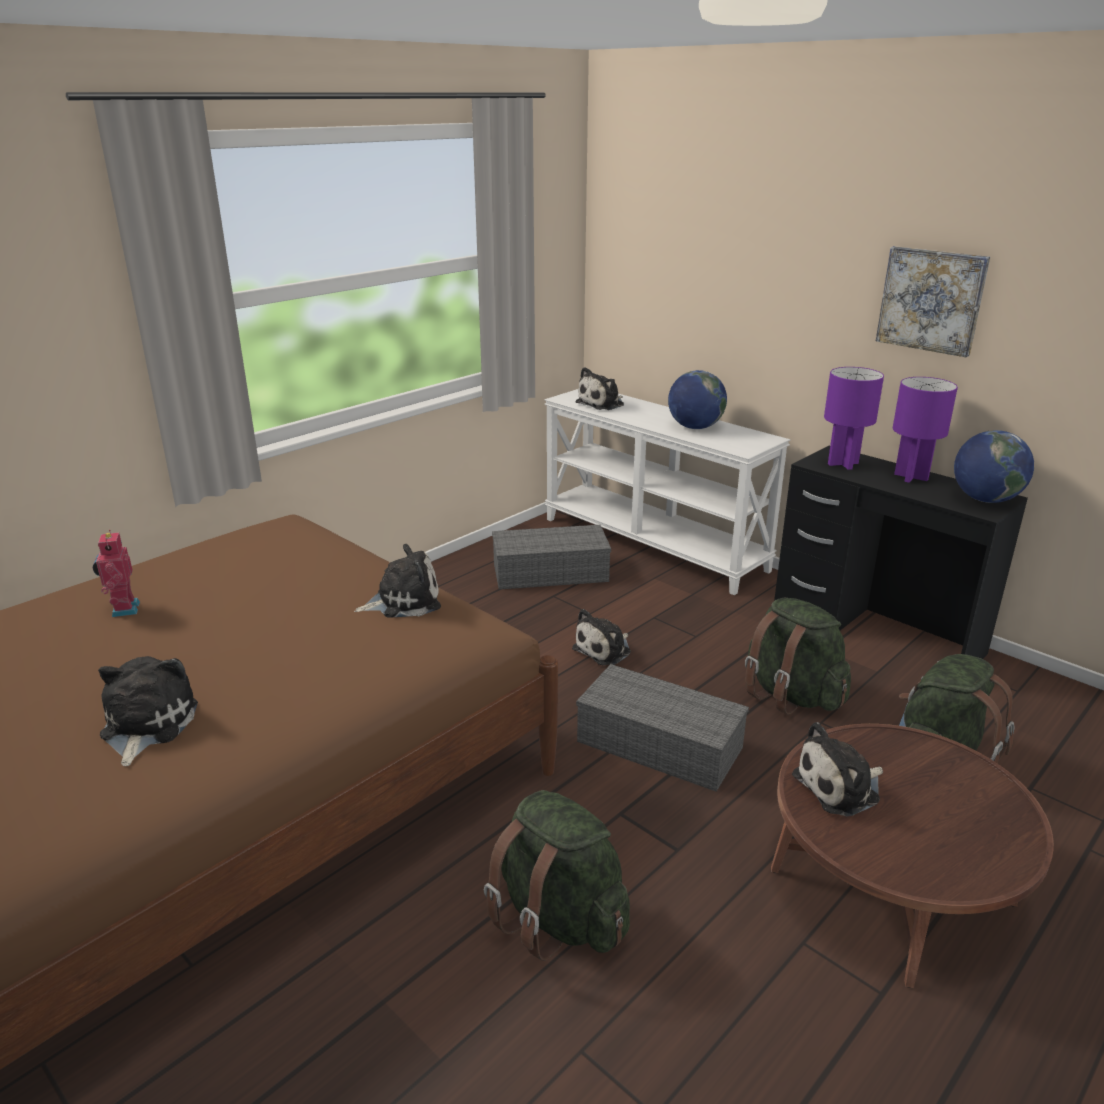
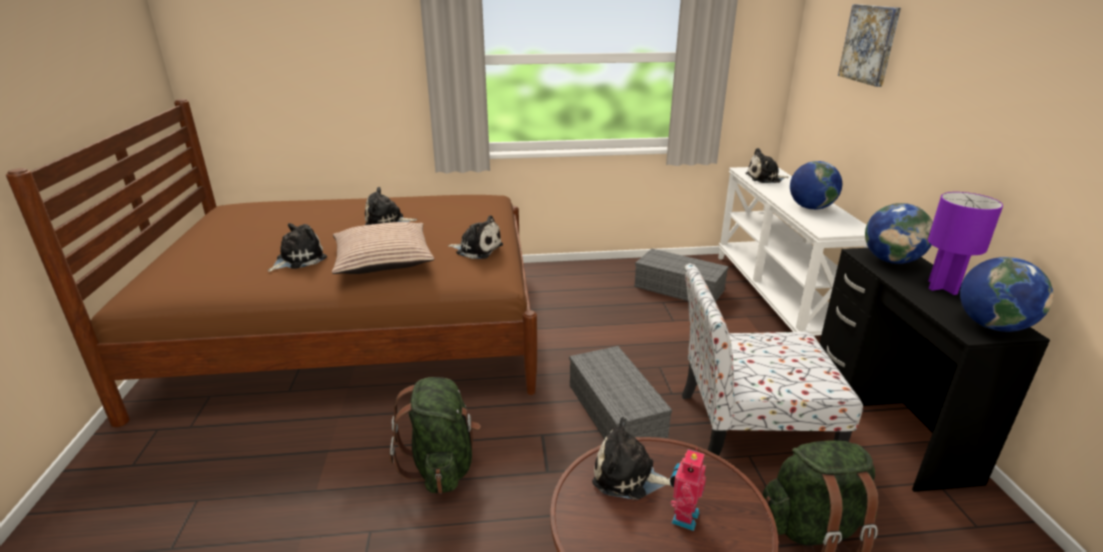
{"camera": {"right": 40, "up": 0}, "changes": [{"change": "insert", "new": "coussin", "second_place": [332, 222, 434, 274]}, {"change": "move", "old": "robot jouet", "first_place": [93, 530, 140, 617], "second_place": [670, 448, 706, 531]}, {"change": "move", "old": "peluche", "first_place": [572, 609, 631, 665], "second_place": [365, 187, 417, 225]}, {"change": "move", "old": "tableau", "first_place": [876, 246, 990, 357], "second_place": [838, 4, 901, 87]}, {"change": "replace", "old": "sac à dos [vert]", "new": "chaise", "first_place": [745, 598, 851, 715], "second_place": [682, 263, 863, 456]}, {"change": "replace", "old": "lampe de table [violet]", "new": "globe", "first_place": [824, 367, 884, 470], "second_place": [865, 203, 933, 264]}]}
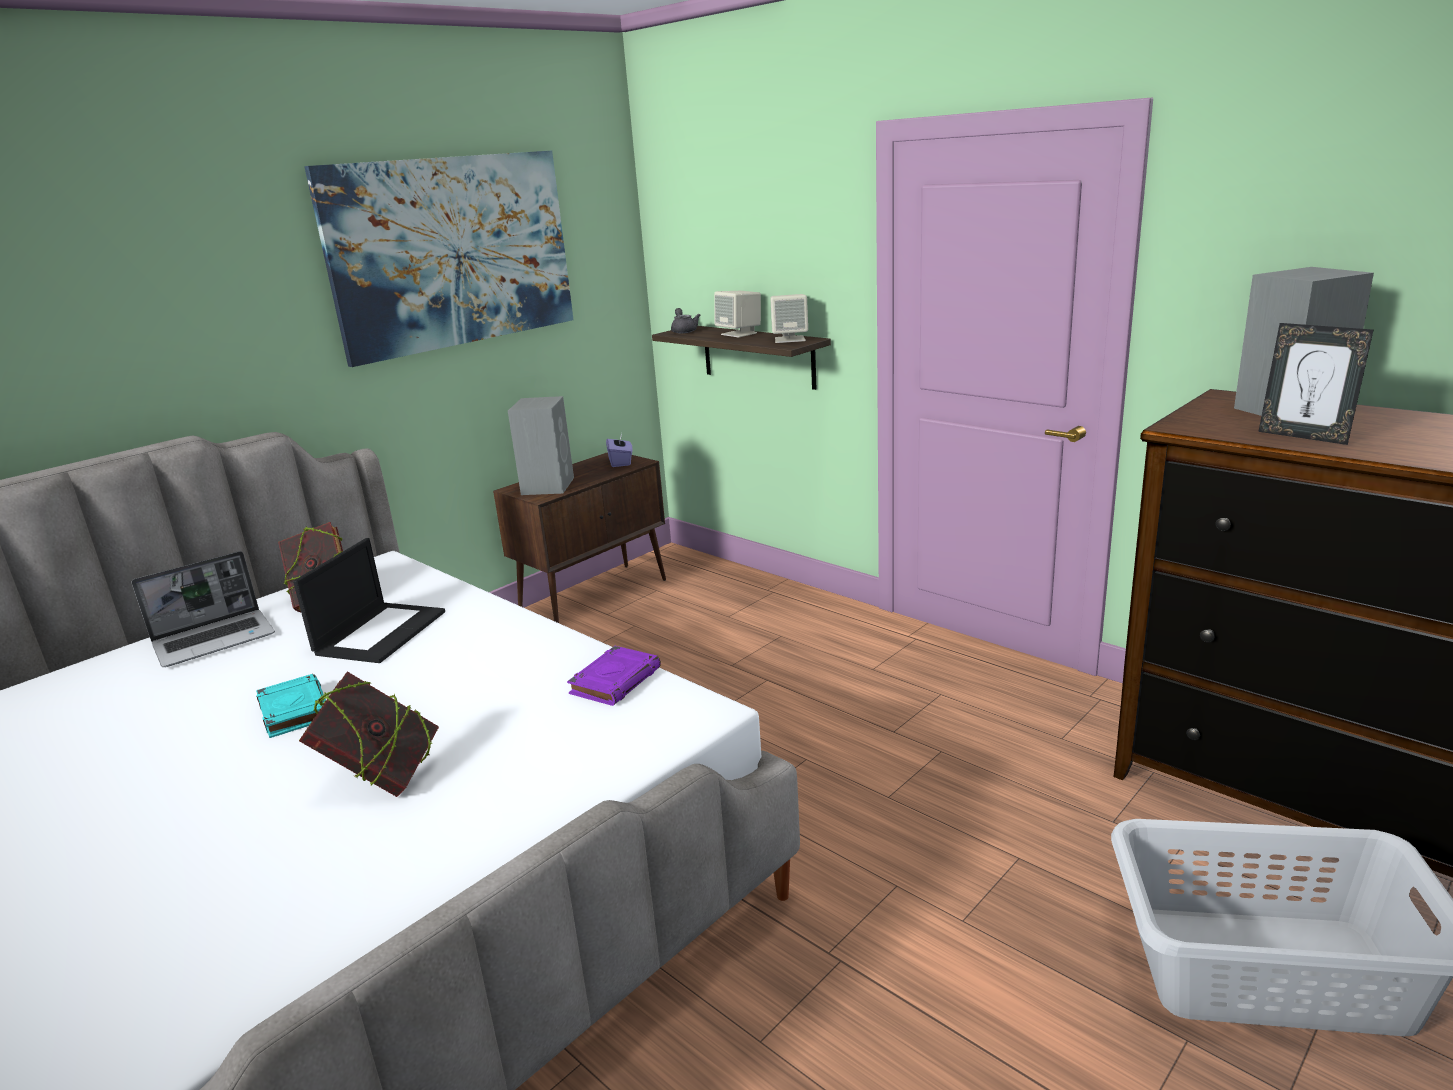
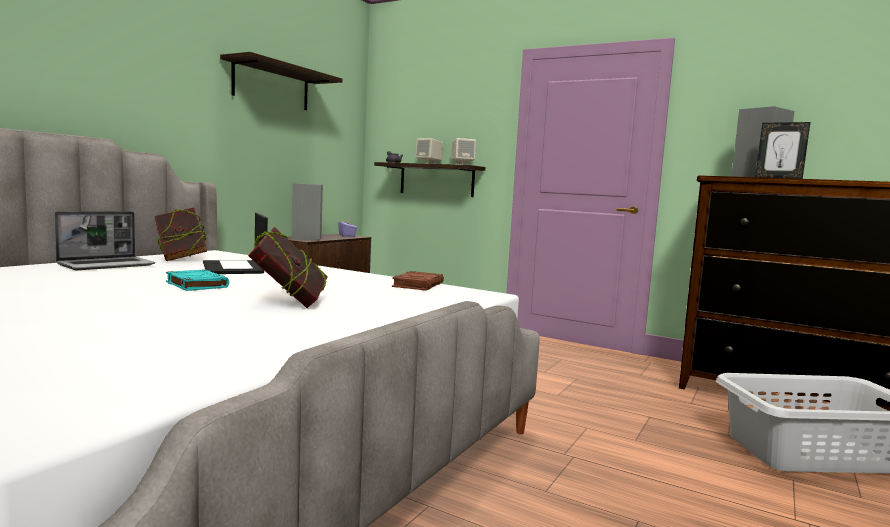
{"camera": {"right": -15, "up": -15}, "changes": [{"change": "replace", "old": "tableau", "new": "étagère", "first_place": [304, 150, 574, 367], "second_place": [220, 52, 343, 110]}, {"change": "recolor", "old": "livre [violet]", "new": "livre [marron]", "first_place": [567, 646, 661, 706], "second_place": [392, 271, 444, 290]}, {"change": "rotate", "old": "ordinateur portable", "first_place": [293, 538, 445, 663], "second_place": [203, 213, 268, 274], "degrees": 150}]}
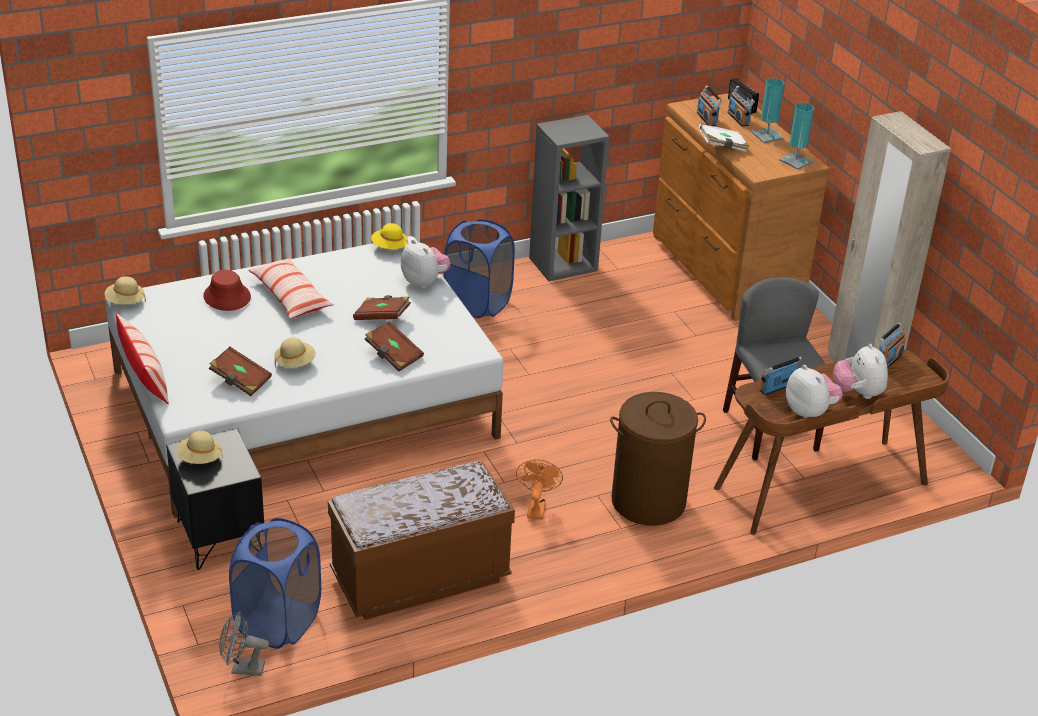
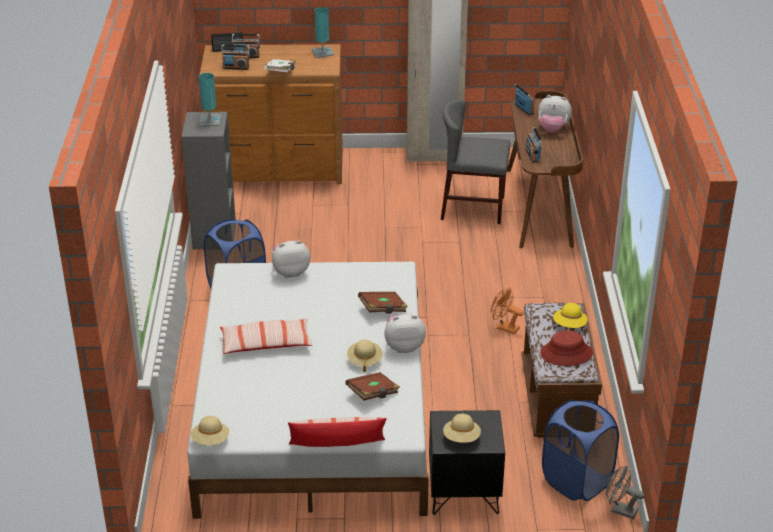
{"camera": {"right": -65, "up": 0}, "changes": [{"change": "delete", "old": "livre [marron]", "first_place": [353, 295, 411, 320]}, {"change": "delete", "old": "panier à linge [marron]", "first_place": [610, 392, 706, 526]}, {"change": "move", "old": "chapeau [rouge]", "first_place": [203, 270, 251, 311], "second_place": [540, 330, 593, 366]}, {"change": "move", "old": "chapeau [jaune]", "first_place": [371, 223, 408, 249], "second_place": [553, 303, 588, 328]}, {"change": "move", "old": "lampe de table [turquoise]", "first_place": [751, 78, 784, 143], "second_place": [199, 73, 221, 126]}, {"change": "move", "old": "peluche", "first_place": [786, 365, 843, 418], "second_place": [385, 314, 426, 353]}, {"change": "rotate", "old": "ventilateur [gris]", "first_place": [219, 612, 269, 676], "second_place": [606, 466, 645, 519], "degrees": 90}]}
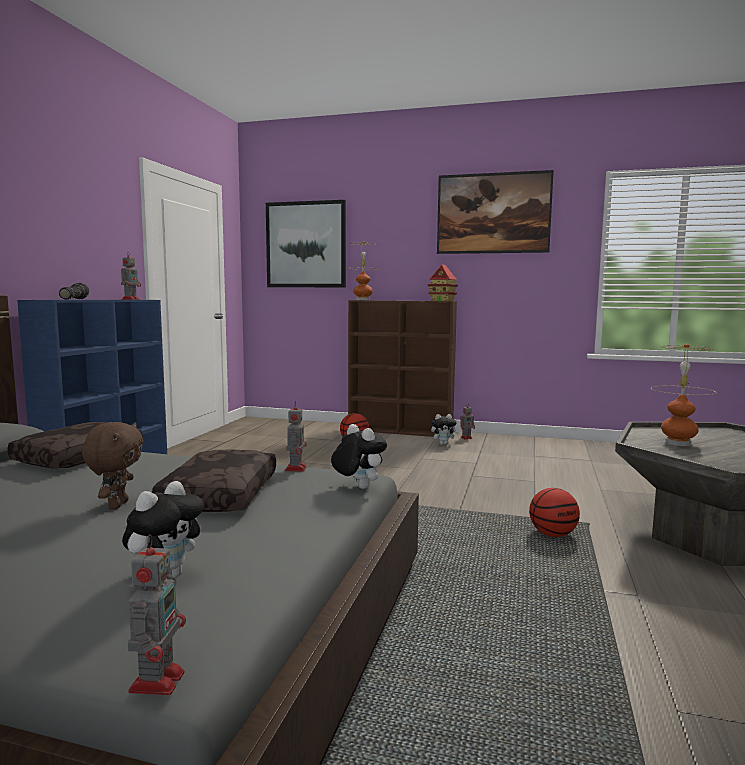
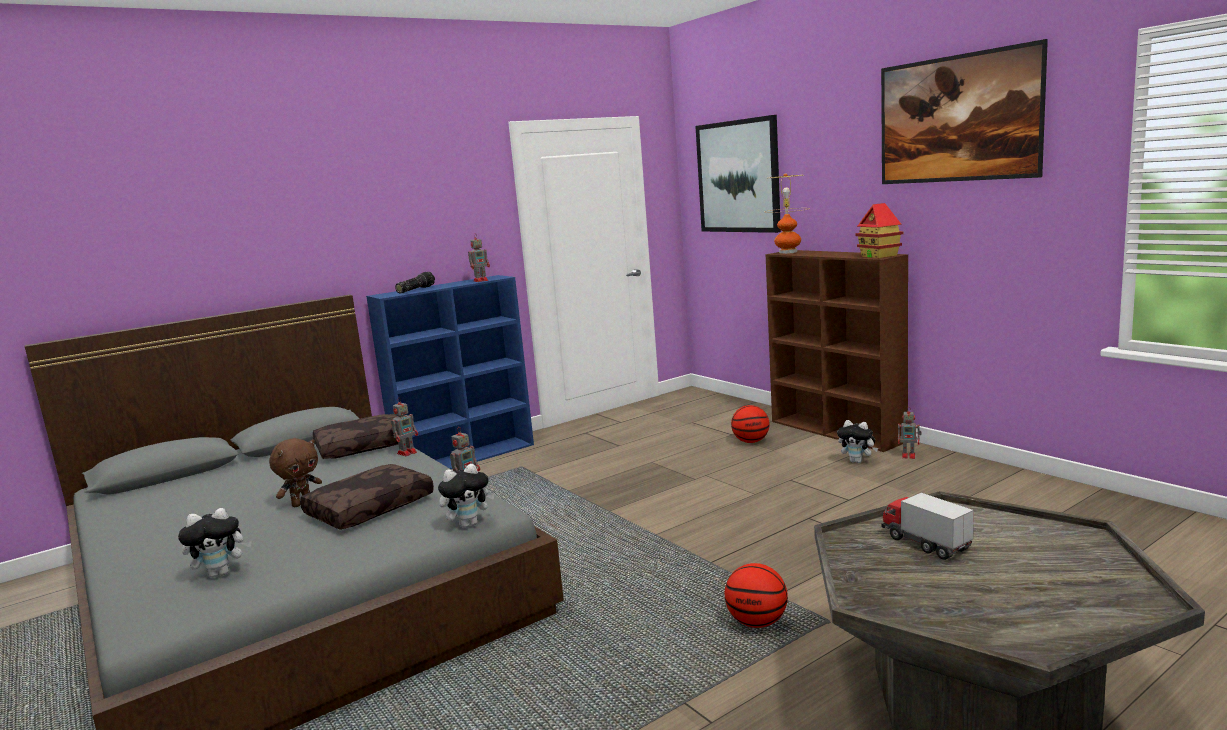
{"camera": {"right": 40, "up": 5}, "changes": [{"change": "move", "old": "robot jouet", "first_place": [128, 534, 186, 695], "second_place": [391, 397, 418, 456]}, {"change": "replace", "old": "lampe de table", "new": "camion jouet", "first_place": [651, 344, 716, 446], "second_place": [882, 493, 974, 560]}, {"change": "rotate", "old": "peluche", "first_place": [331, 424, 387, 489], "second_place": [438, 464, 495, 528], "degrees": 60}]}
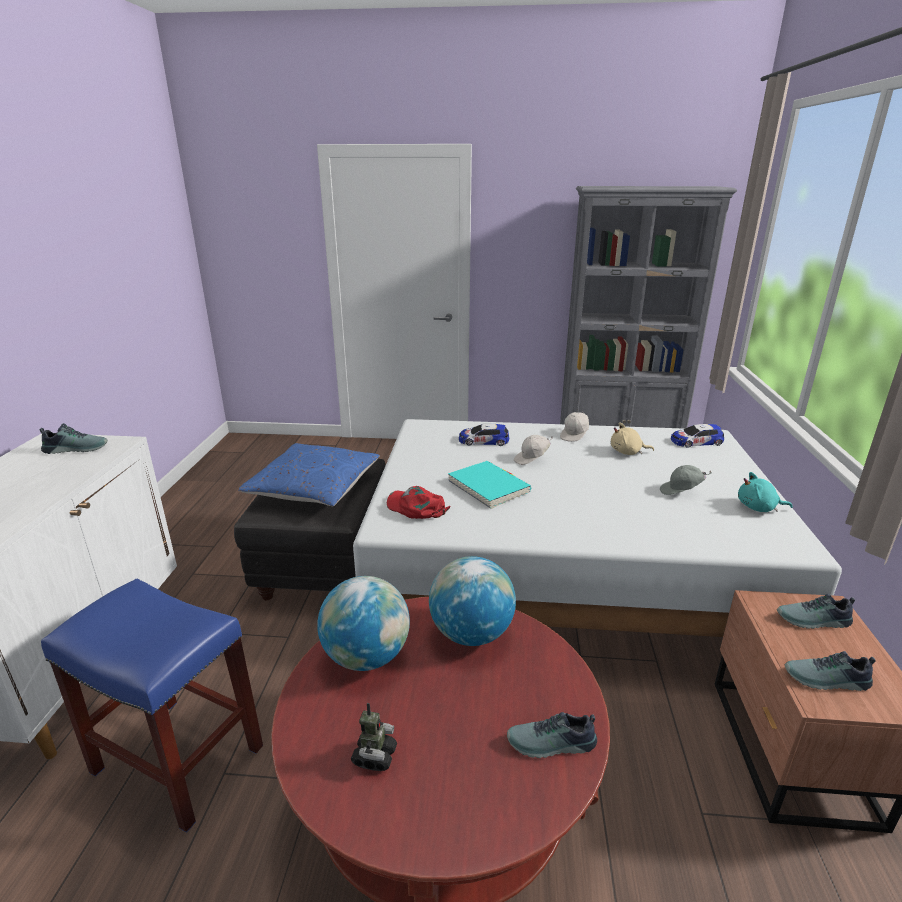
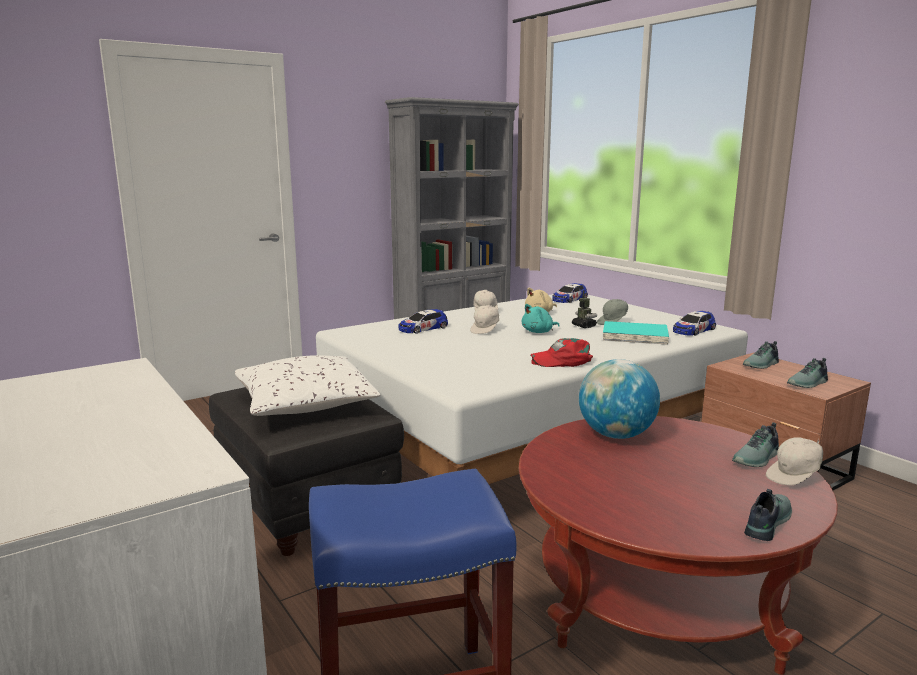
{"camera": {"right": -40, "up": -10}, "changes": [{"change": "delete", "old": "globe", "first_place": [317, 576, 410, 671]}, {"change": "insert", "new": "petite voiture", "second_place": [673, 311, 716, 336]}, {"change": "insert", "new": "casquette [blanc]", "second_place": [766, 437, 823, 486]}, {"change": "move", "old": "chaussure", "first_place": [40, 423, 108, 454], "second_place": [744, 489, 792, 541]}, {"change": "move", "old": "robot jouet", "first_place": [351, 703, 397, 771], "second_place": [572, 291, 597, 328]}, {"change": "move", "old": "casquette [rouge]", "first_place": [387, 486, 451, 519], "second_place": [531, 338, 593, 367]}, {"change": "move", "old": "livre [turquoise]", "first_place": [448, 461, 531, 509], "second_place": [603, 321, 669, 345]}, {"change": "move", "old": "peluche [turquoise]", "first_place": [738, 472, 793, 512], "second_place": [522, 304, 560, 333]}, {"change": "recolor", "old": "coussin [bleu]", "new": "coussin [blanc]", "first_place": [238, 443, 380, 506], "second_place": [235, 355, 381, 416]}]}
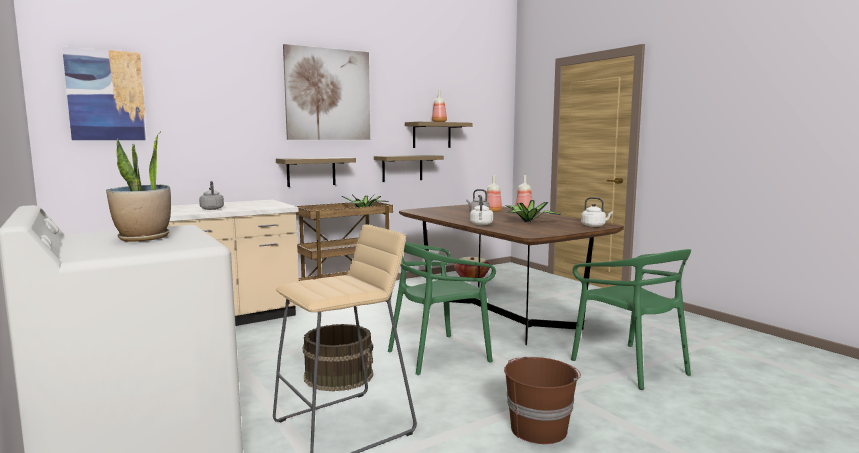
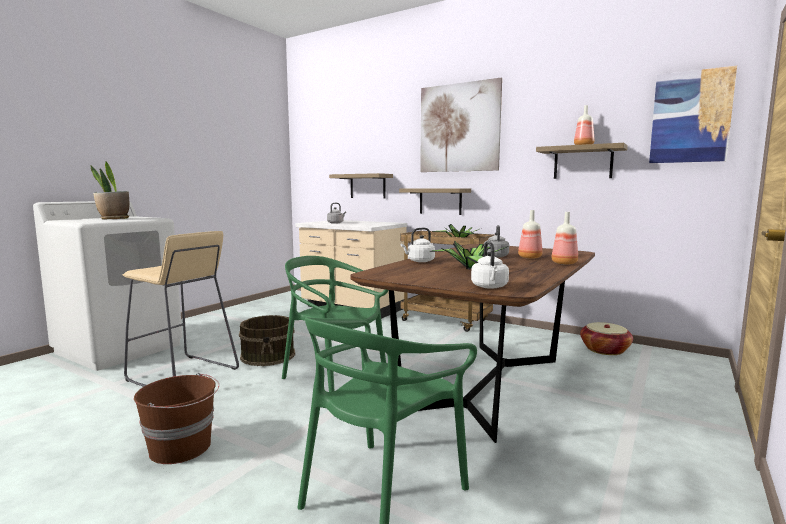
{"camera": {"right": 65, "up": 0}, "changes": [{"change": "move", "old": "tableau", "first_place": [62, 47, 147, 140], "second_place": [649, 66, 737, 163]}, {"change": "move", "old": "étagère", "first_place": [374, 155, 444, 182], "second_place": [329, 173, 393, 198]}]}
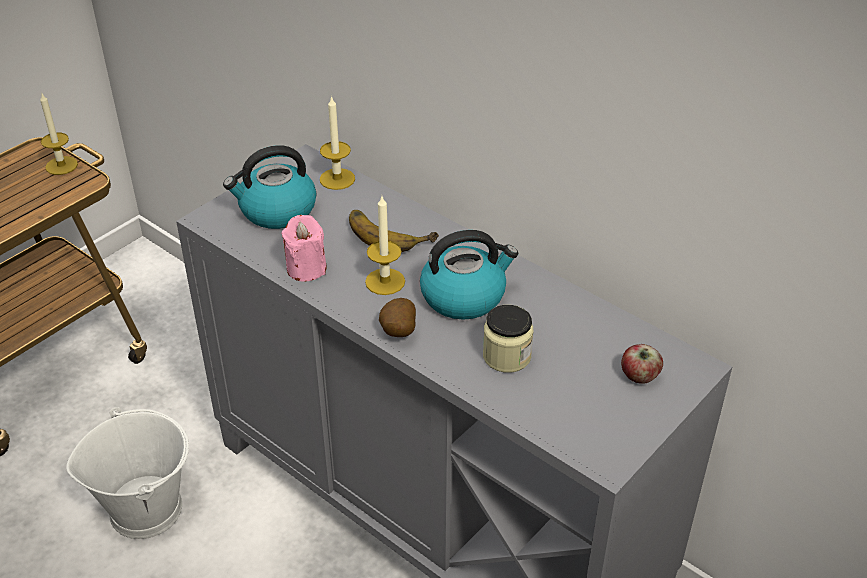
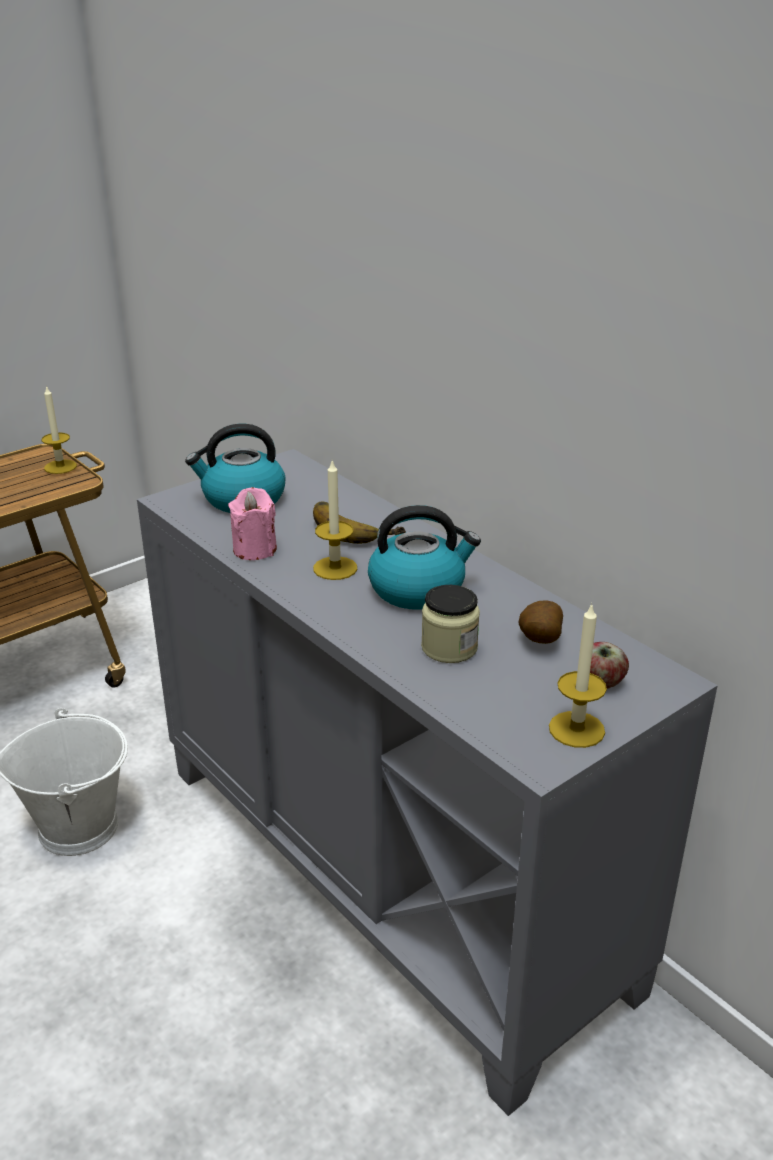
{"camera": {"right": 10, "up": -10}, "changes": [{"change": "move", "old": "bougie", "first_place": [320, 96, 355, 190], "second_place": [549, 603, 607, 748]}, {"change": "move", "old": "pomme de terre", "first_place": [379, 298, 416, 337], "second_place": [518, 600, 563, 644]}]}
